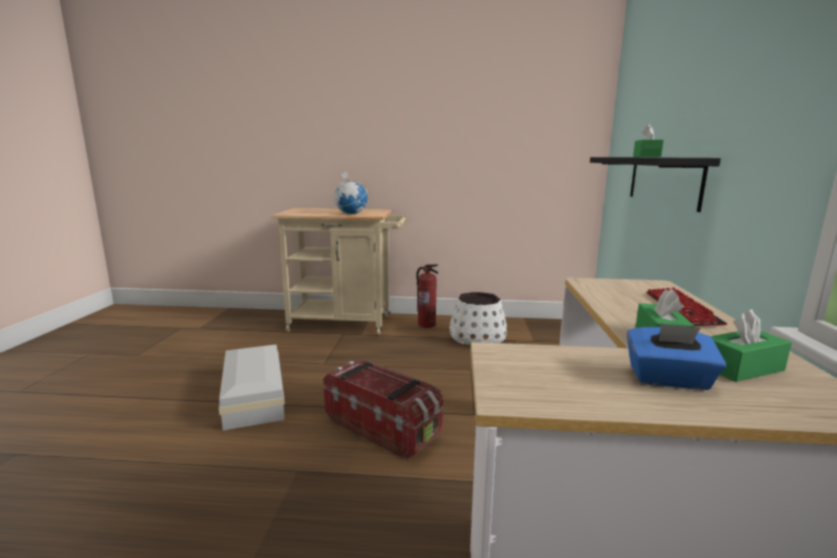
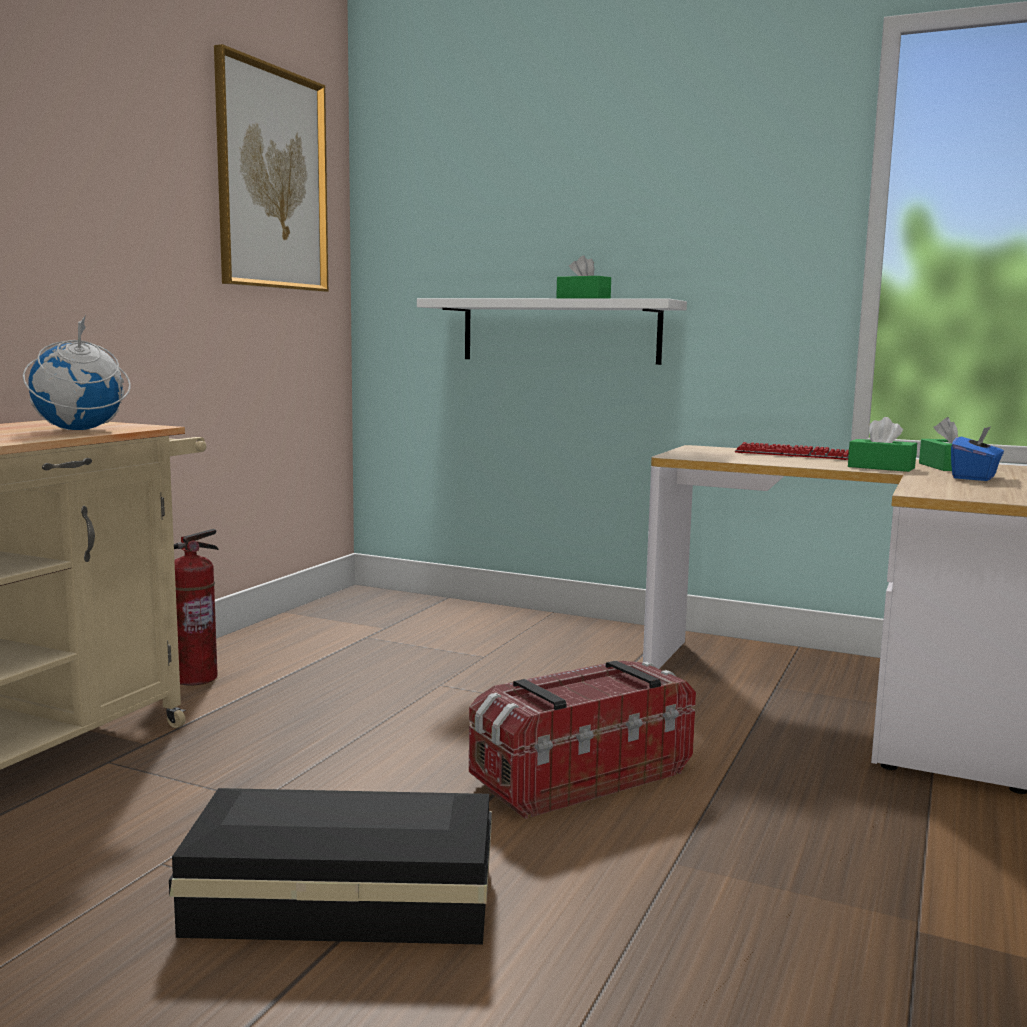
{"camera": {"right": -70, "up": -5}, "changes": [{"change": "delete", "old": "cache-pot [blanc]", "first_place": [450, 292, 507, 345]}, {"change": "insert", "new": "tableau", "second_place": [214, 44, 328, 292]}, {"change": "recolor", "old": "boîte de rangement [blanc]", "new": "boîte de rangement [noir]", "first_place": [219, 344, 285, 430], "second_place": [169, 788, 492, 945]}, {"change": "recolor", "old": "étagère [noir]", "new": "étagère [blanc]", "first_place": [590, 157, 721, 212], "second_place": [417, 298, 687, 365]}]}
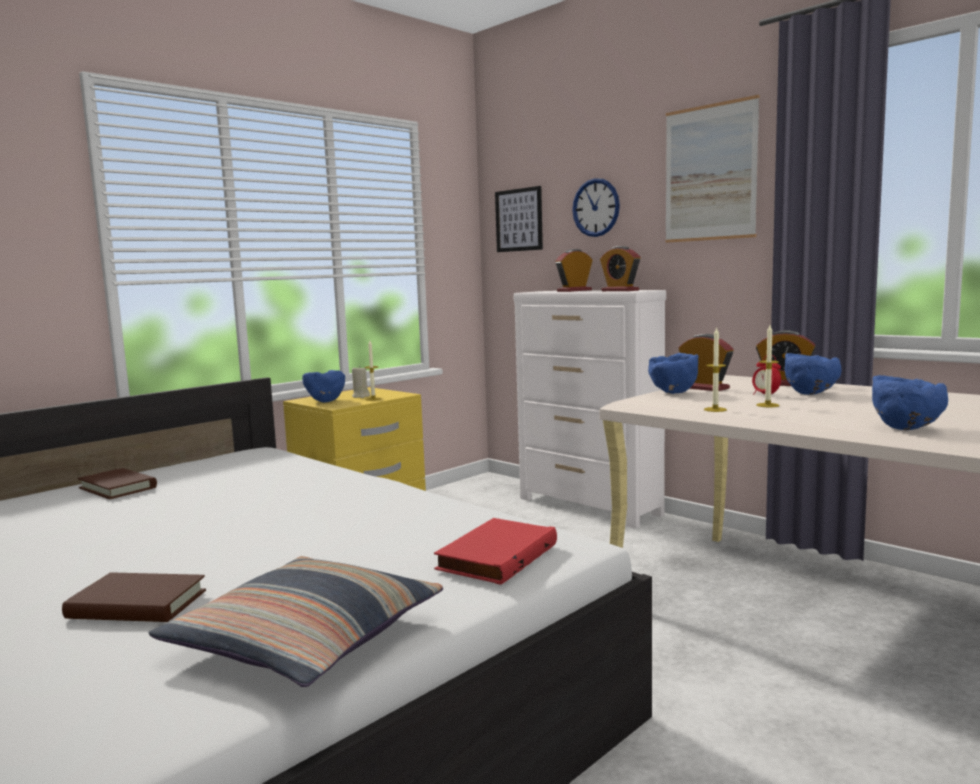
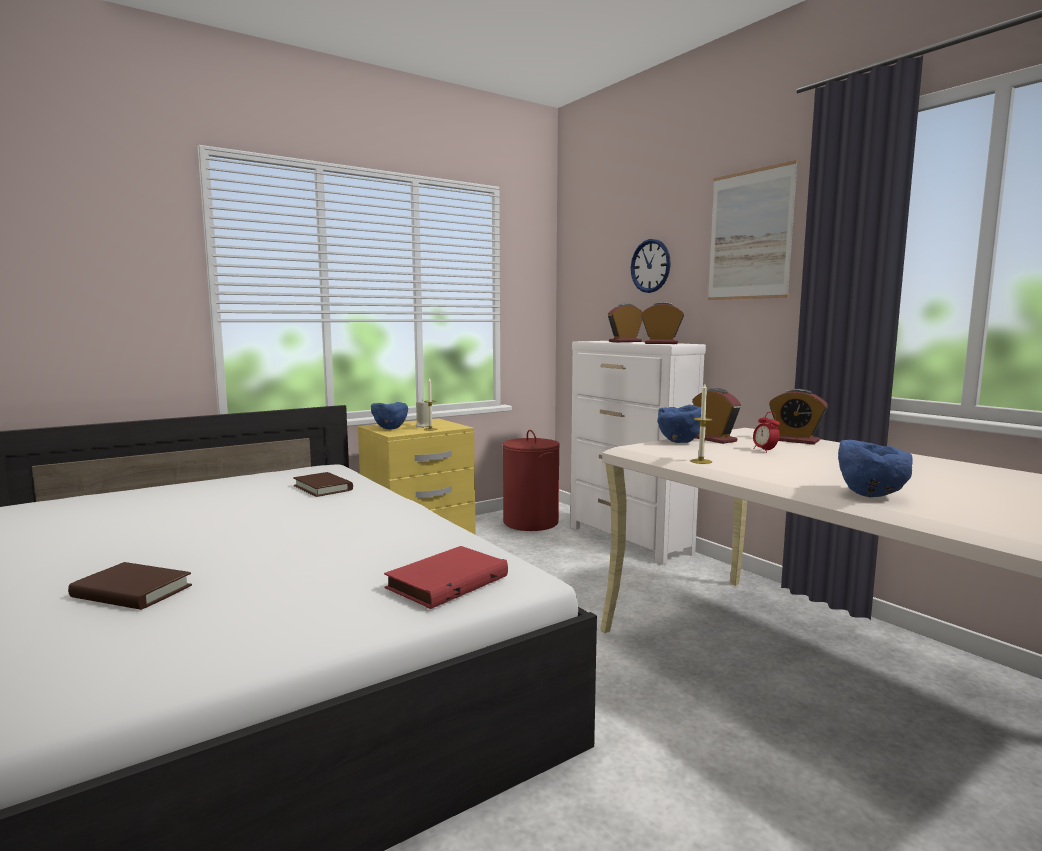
{"camera": {"right": 10, "up": 0}, "changes": [{"change": "delete", "old": "coussin", "first_place": [149, 556, 443, 687]}, {"change": "delete", "old": "tableau", "first_place": [495, 186, 543, 252]}, {"change": "delete", "old": "bougie", "first_place": [756, 325, 780, 407]}, {"change": "delete", "old": "bol [bleu]", "first_place": [785, 353, 841, 395]}, {"change": "insert", "new": "panier à linge [rouge]", "second_place": [503, 430, 560, 531]}, {"change": "move", "old": "livre [marron]", "first_place": [78, 468, 157, 499], "second_place": [293, 472, 353, 497]}, {"change": "rotate", "old": "réveil", "first_place": [600, 246, 640, 291], "second_place": [641, 302, 684, 344], "degrees": 135}]}
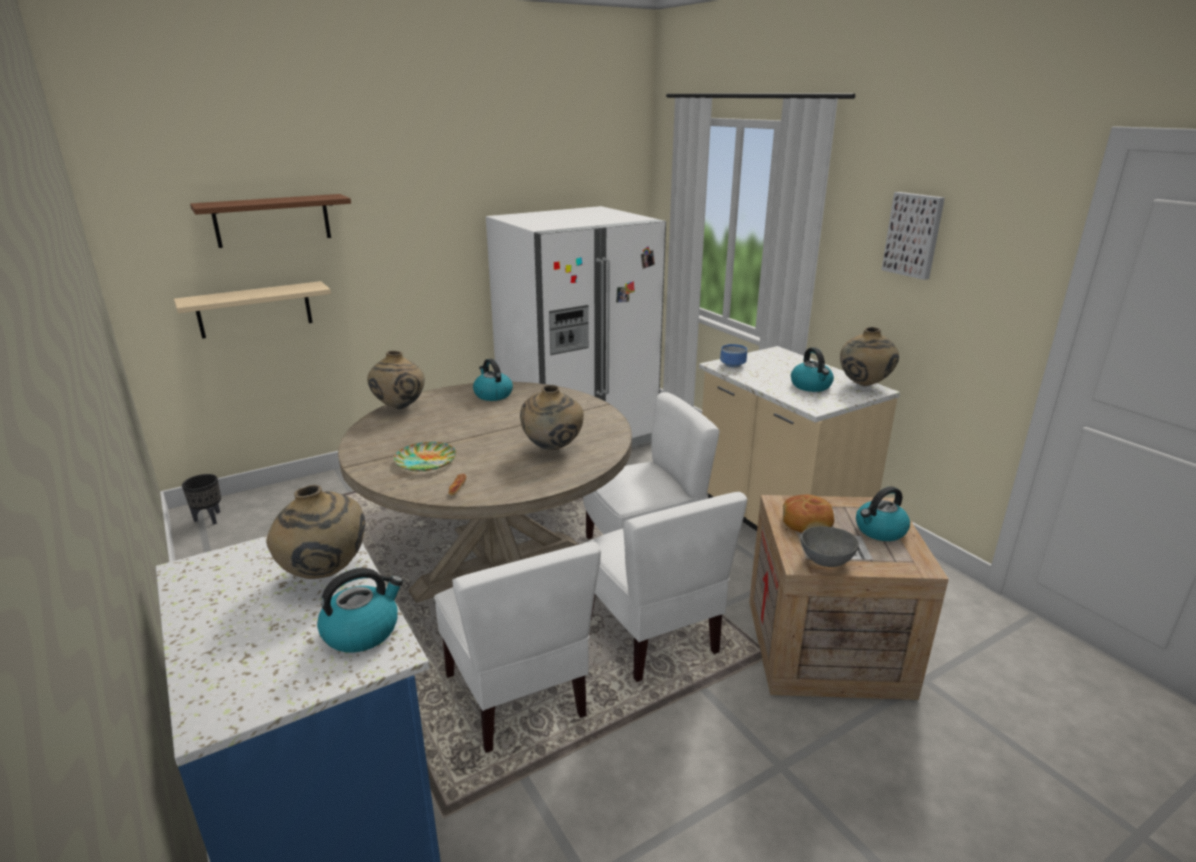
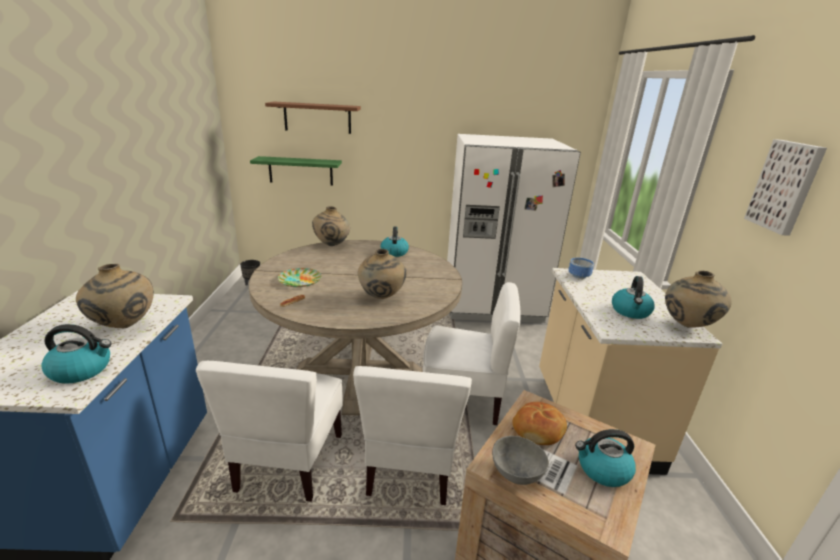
{"camera": {"right": 30, "up": 0}, "changes": [{"change": "recolor", "old": "étagère [beige]", "new": "étagère [vert]", "first_place": [174, 281, 331, 339], "second_place": [250, 156, 342, 186]}]}
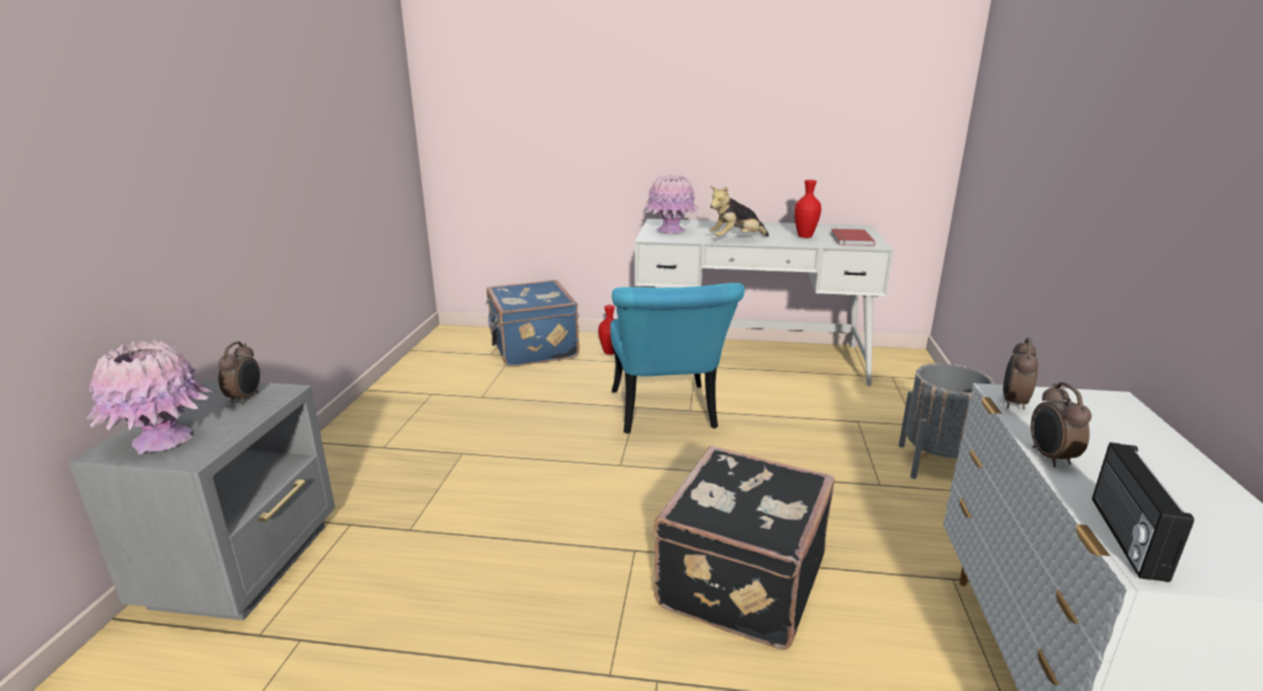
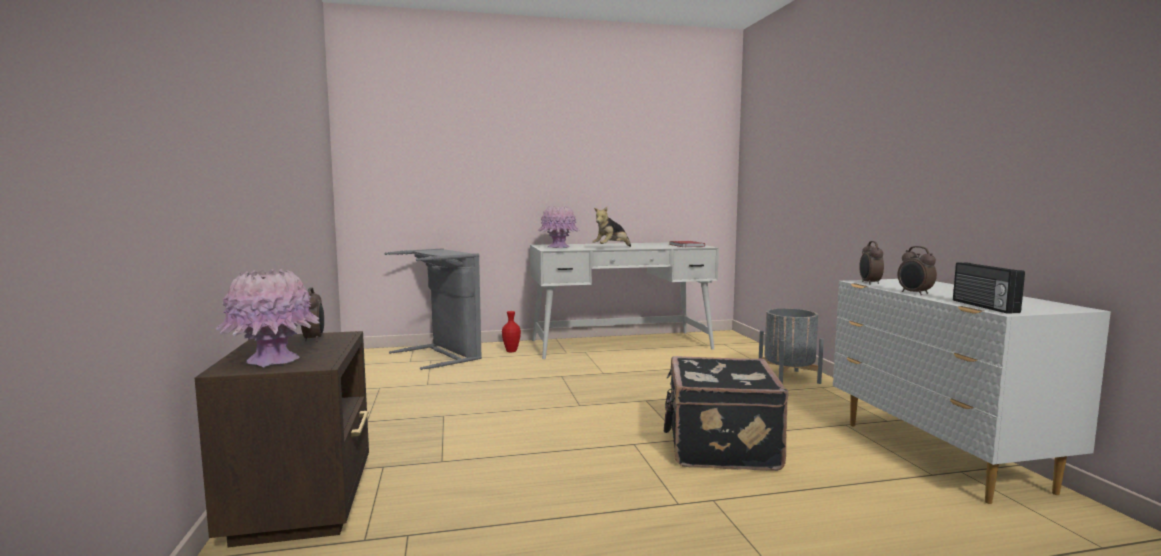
{"camera": {"right": -20, "up": -15}, "changes": [{"change": "delete", "old": "chaise [turquoise]", "first_place": [610, 283, 745, 434]}, {"change": "delete", "old": "vase [rouge]", "first_place": [794, 180, 821, 238]}, {"change": "replace", "old": "valise [bleu]", "new": "panier à linge [gris]", "first_place": [486, 280, 579, 367], "second_place": [385, 248, 482, 370]}, {"change": "recolor", "old": "table de chevet [gris]", "new": "table de chevet [marron]", "first_place": [68, 379, 335, 620], "second_place": [195, 331, 369, 547]}]}
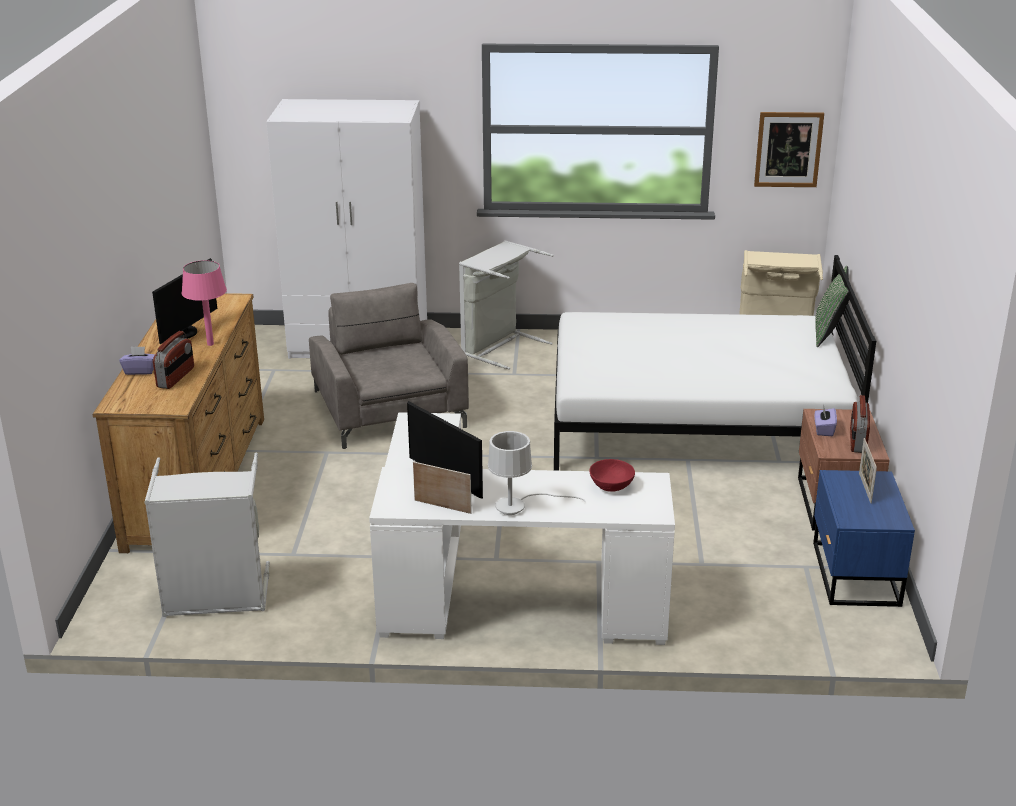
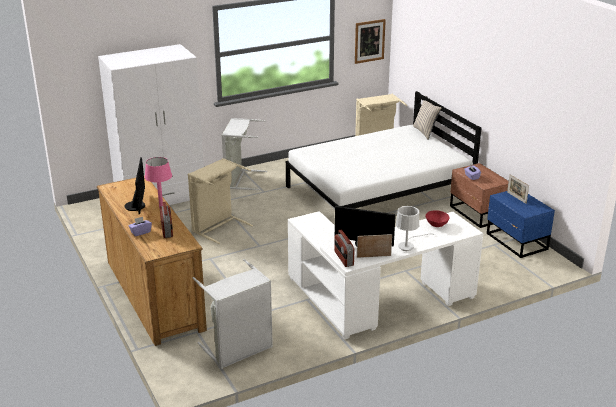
{"camera": {"right": -30, "up": 0}, "changes": [{"change": "move", "old": "radio", "first_place": [850, 395, 870, 453], "second_place": [334, 230, 354, 267]}, {"change": "replace", "old": "fauteuil [gris]", "new": "panier à linge [beige]", "first_place": [309, 283, 469, 449], "second_place": [188, 158, 253, 244]}, {"change": "recolor", "old": "coussin [vert]", "new": "coussin [beige]", "first_place": [815, 266, 849, 347], "second_place": [413, 96, 442, 139]}]}
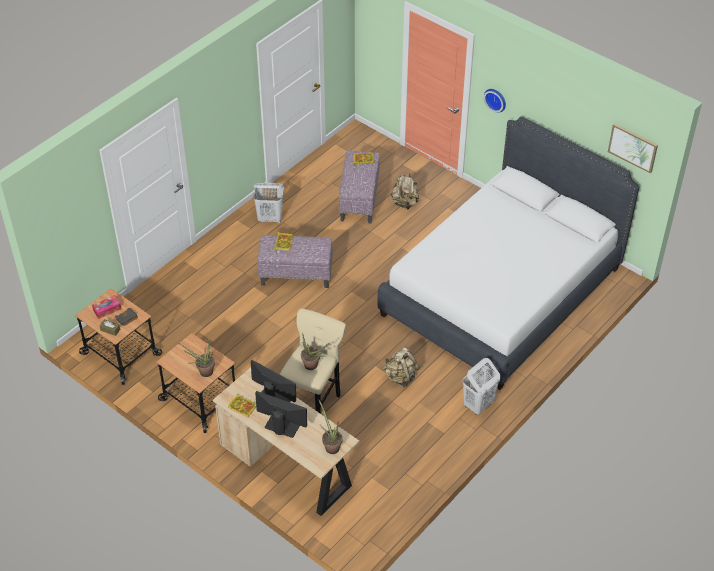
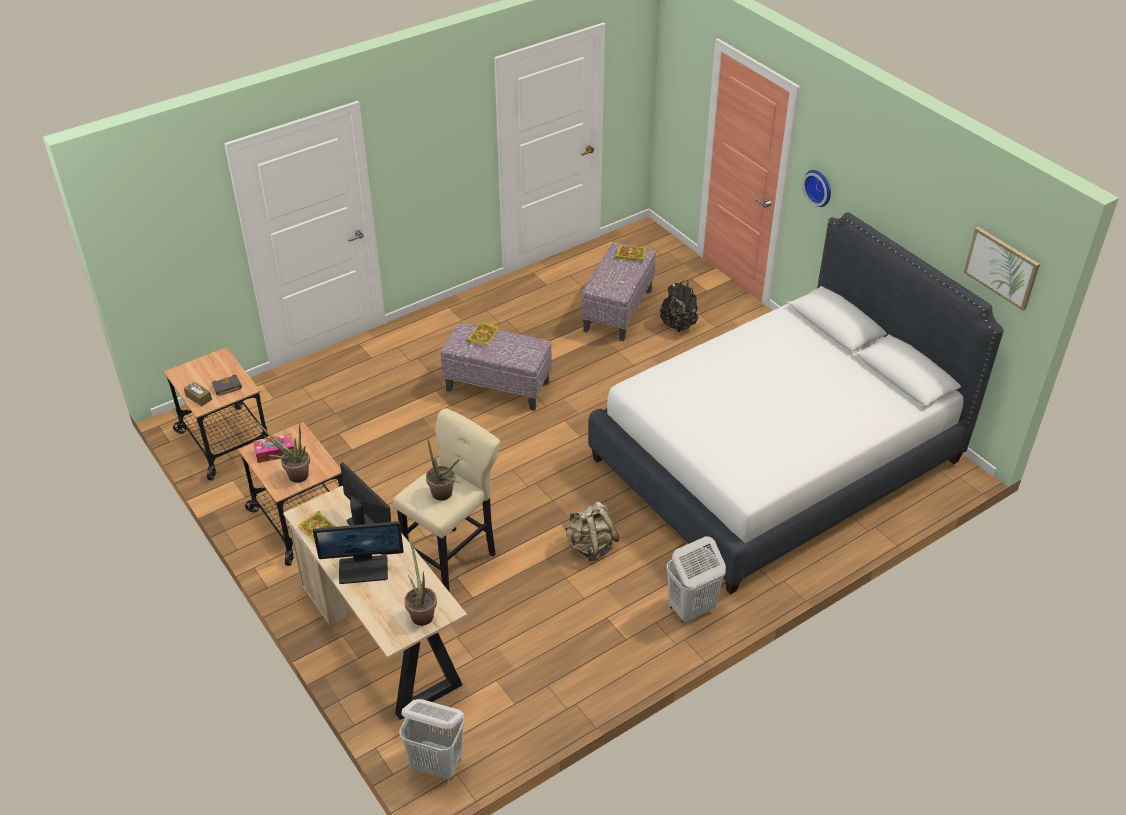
{"camera": {"right": 15, "up": -5}, "changes": [{"change": "move", "old": "boîte à mouchoirs", "first_place": [92, 295, 121, 319], "second_place": [253, 433, 294, 463]}, {"change": "move", "old": "panier à linge [blanc]", "first_place": [253, 183, 284, 223], "second_place": [399, 699, 465, 780]}, {"change": "recolor", "old": "sac à dos [beige]", "new": "sac à dos [noir]", "first_place": [391, 173, 419, 209], "second_place": [660, 280, 698, 332]}, {"change": "rotate", "old": "écran d'ordinateur", "first_place": [255, 391, 307, 438], "second_place": [313, 521, 403, 584], "degrees": 135}]}
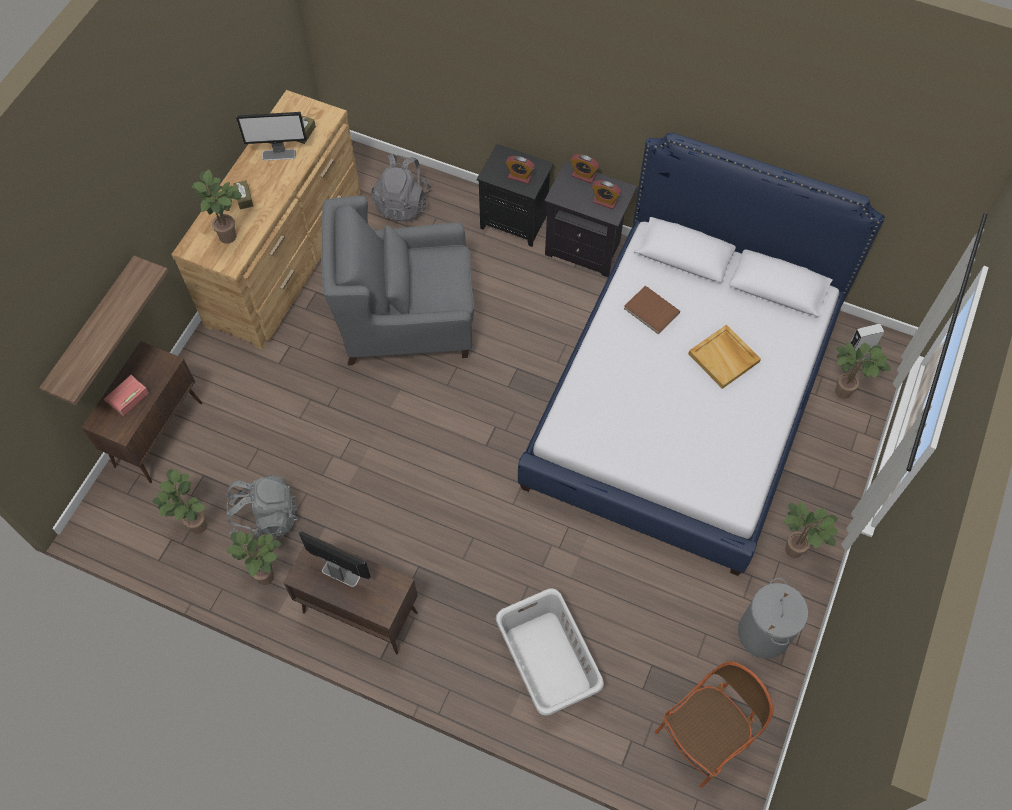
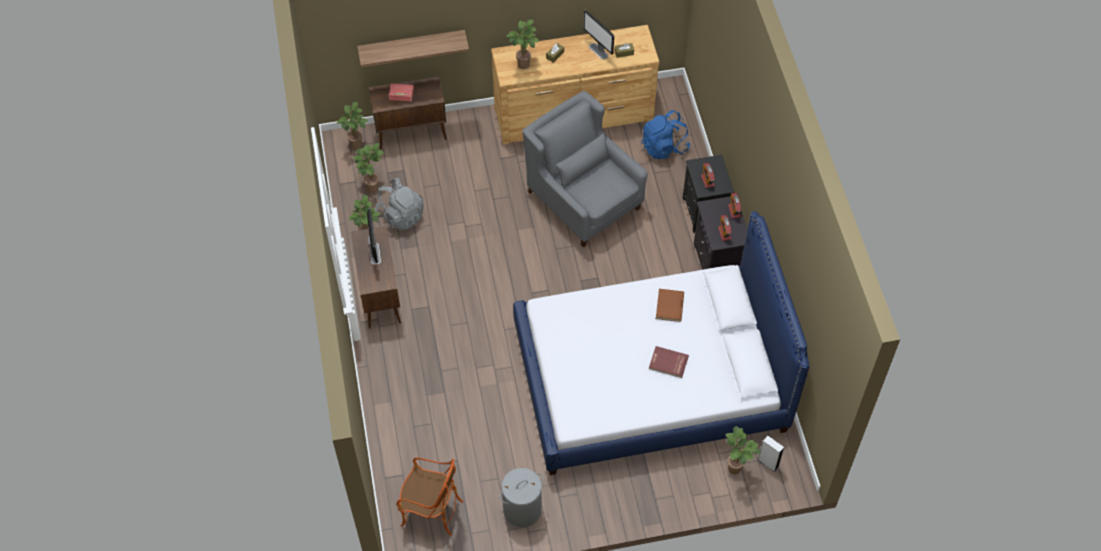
{"camera": {"right": 55, "up": -5}, "changes": [{"change": "delete", "old": "panier à linge [gris]", "first_place": [496, 588, 604, 716]}, {"change": "move", "old": "plante en pot", "first_place": [784, 502, 838, 558], "second_place": [337, 102, 368, 149]}, {"change": "replace", "old": "plateau [beige]", "new": "livre [rouge]", "first_place": [688, 324, 761, 389], "second_place": [649, 346, 689, 378]}, {"change": "recolor", "old": "sac à dos [gris]", "new": "sac à dos [bleu]", "first_place": [371, 154, 431, 222], "second_place": [641, 110, 690, 159]}]}
